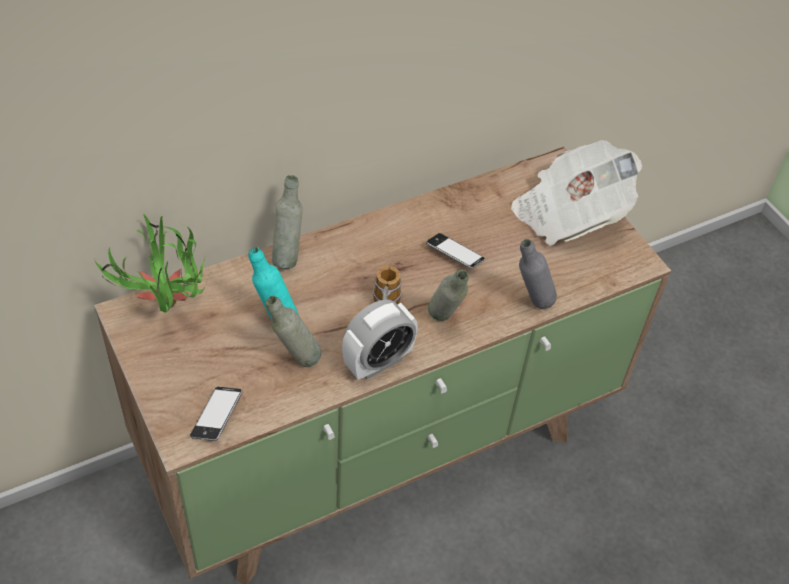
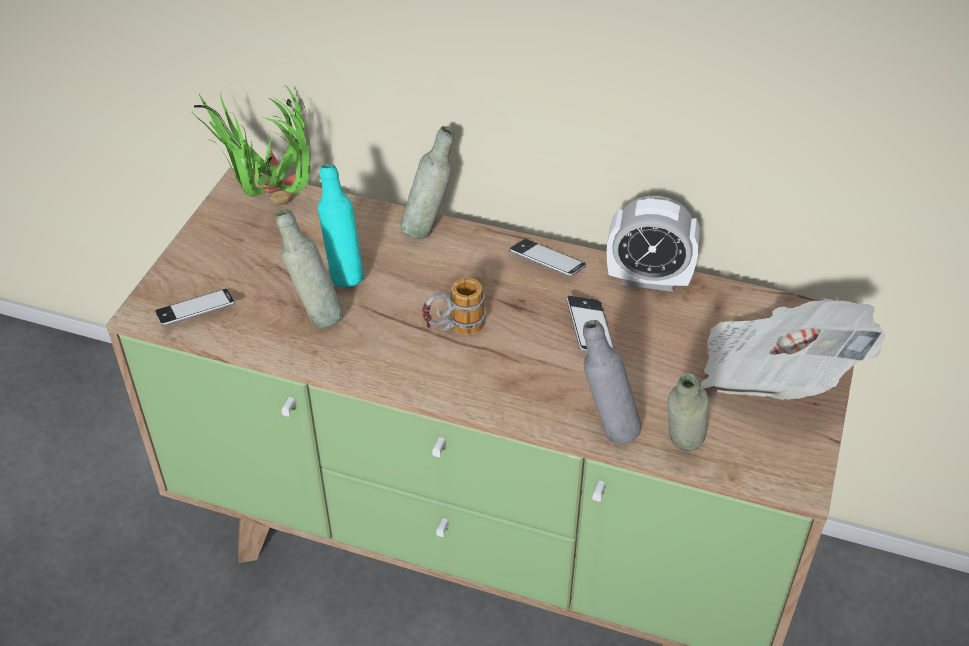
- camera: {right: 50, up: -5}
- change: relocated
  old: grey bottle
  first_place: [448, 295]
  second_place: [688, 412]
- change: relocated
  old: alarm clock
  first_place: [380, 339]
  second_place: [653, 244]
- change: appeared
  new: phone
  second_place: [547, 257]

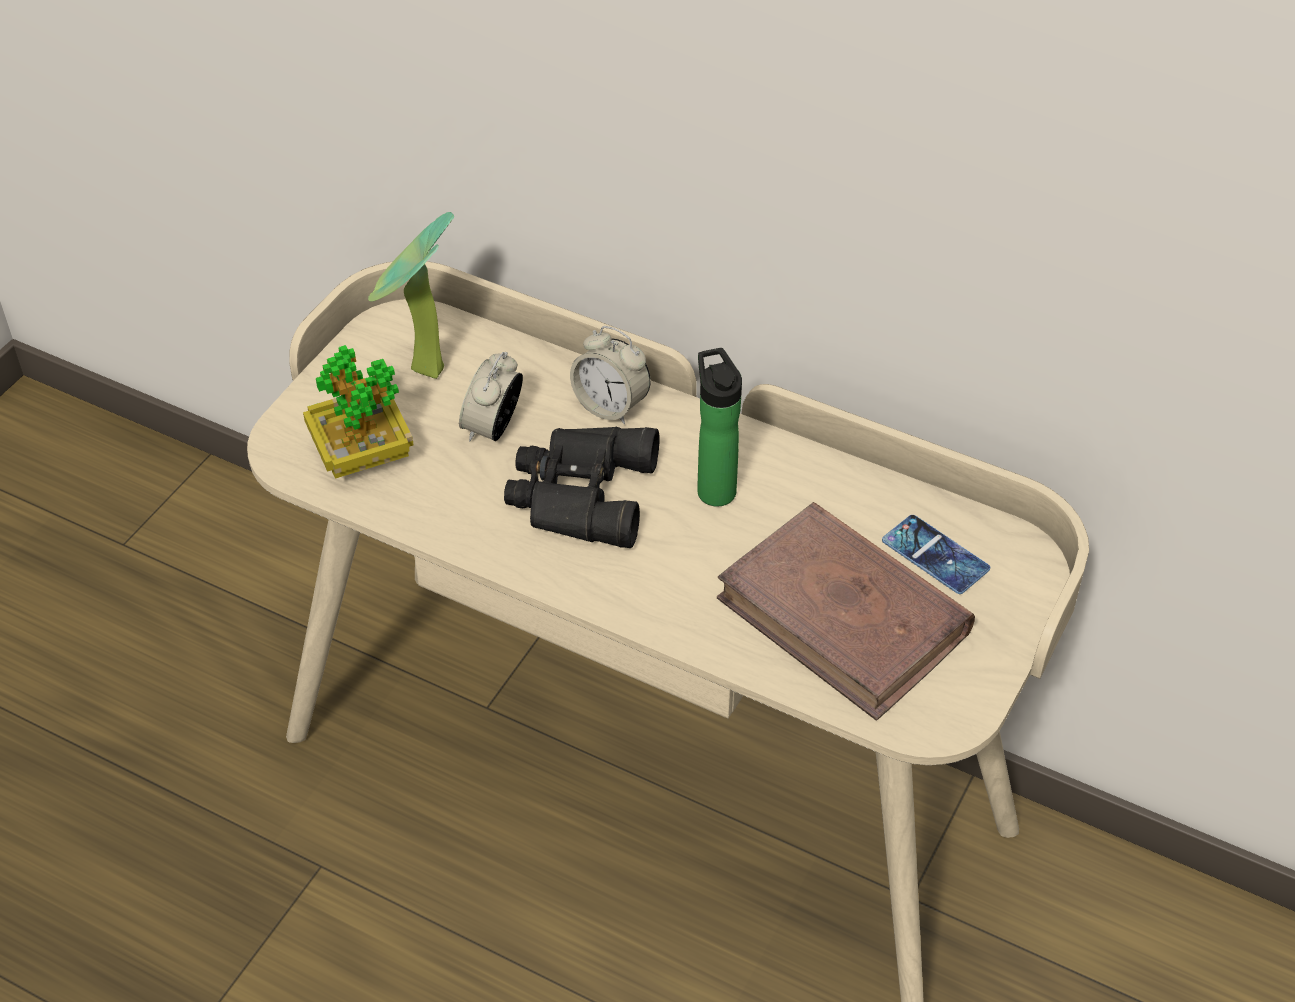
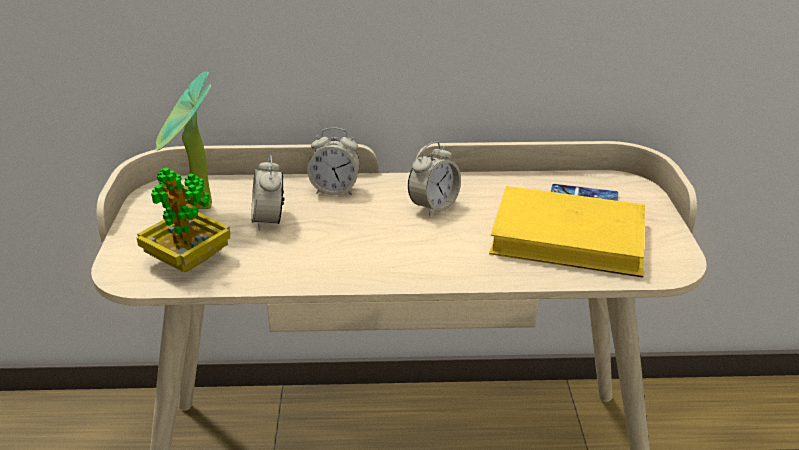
- camera: {right: -30, up: -15}
- change: exchanged
  old: bottle
  new: alarm clock
  first_place: [719, 427]
  second_place: [434, 179]
- change: missing
  old: black binoculars
  first_place: [581, 487]
- change: colour
  old: brown book
  new: yellow book
  first_place: [846, 611]
  second_place: [567, 232]

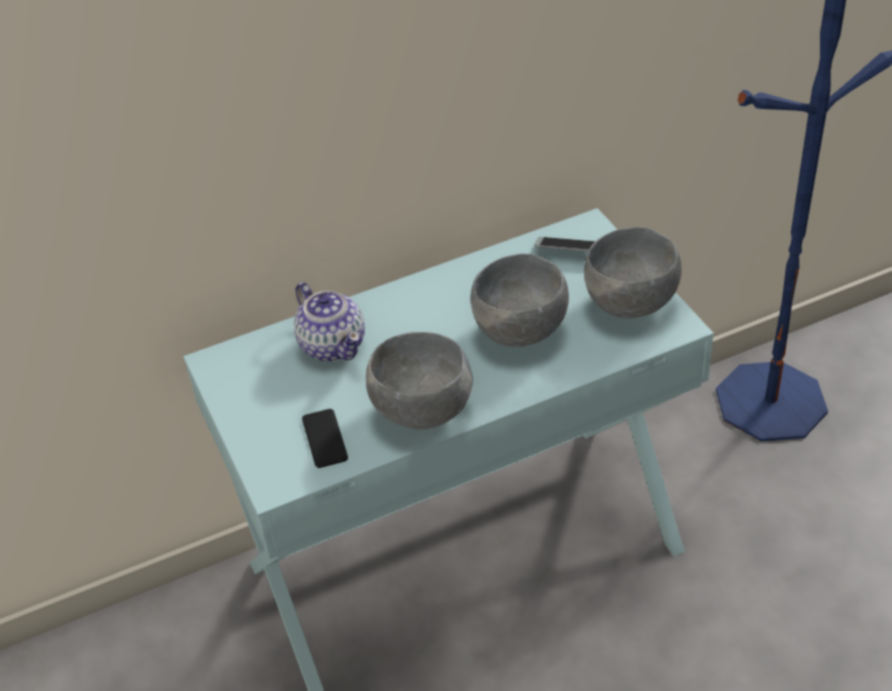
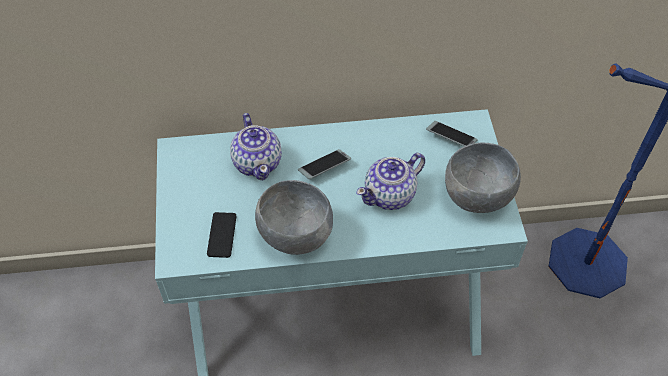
- camera: {right: 15, up: 10}
- change: exchanged
  old: grey bowl
  new: teapot
  first_place: [519, 300]
  second_place: [390, 181]
- change: appeared
  new: phone
  second_place: [324, 164]

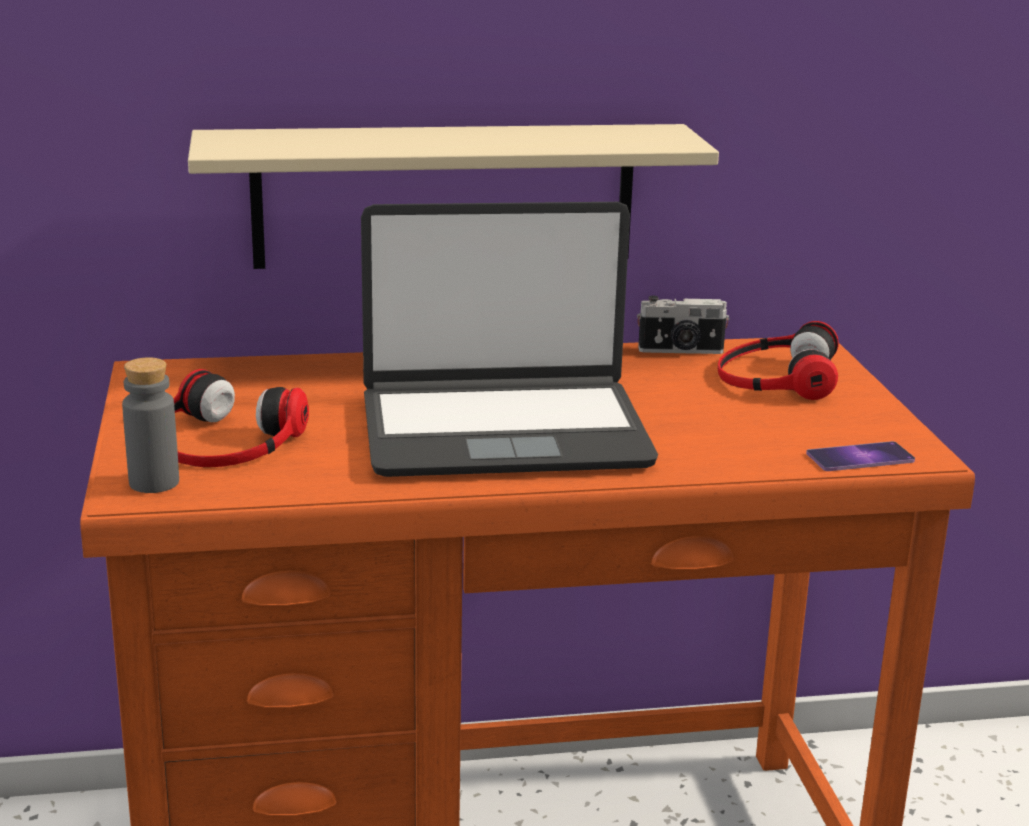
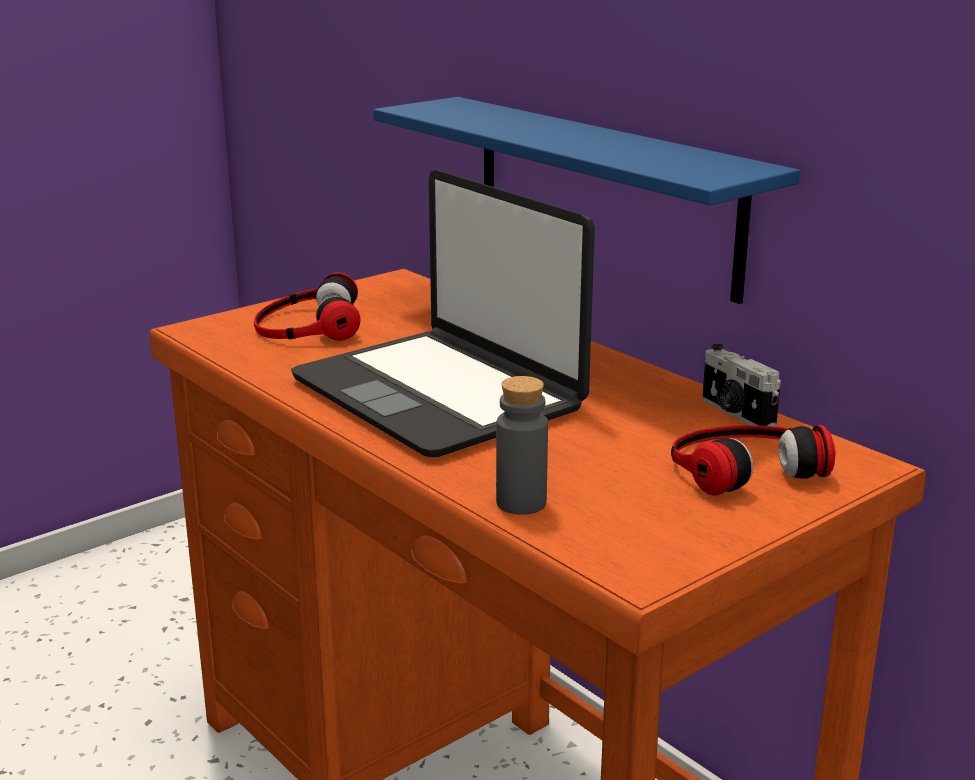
- camera: {right: 60, up: 0}
- change: colour
  old: beige shelf
  new: blue shelf
  first_place: [453, 196]
  second_place: [586, 200]
- change: relocated
  old: grey bottle
  first_place: [150, 425]
  second_place: [522, 445]
- change: missing
  old: phone
  first_place: [860, 456]

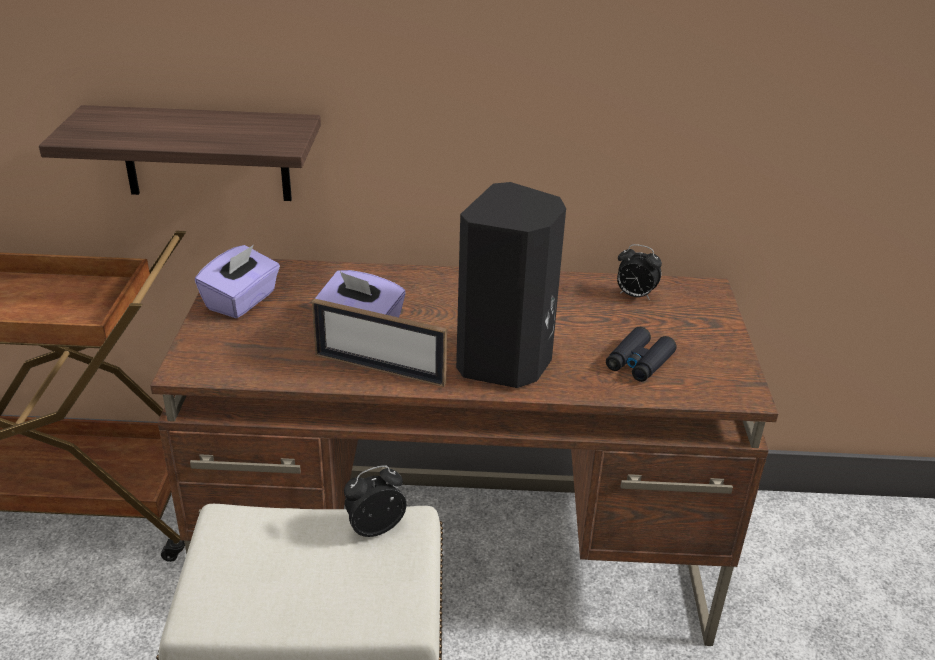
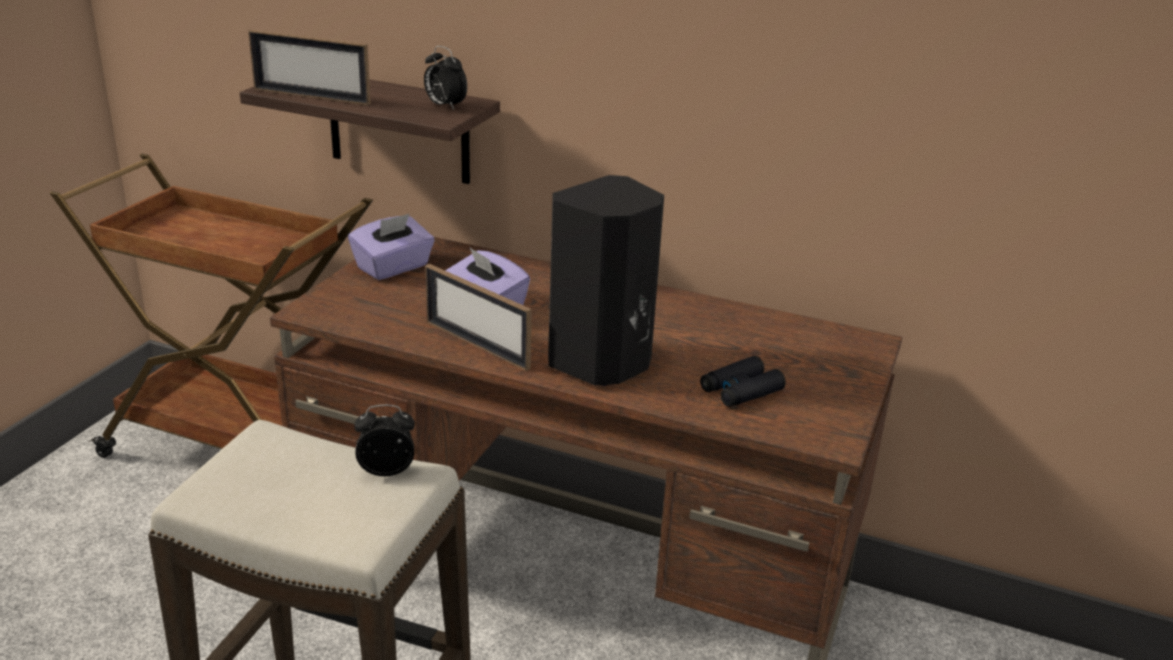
- camera: {right: 20, up: -5}
- change: relocated
  old: alarm clock
  first_place: [639, 272]
  second_place: [445, 78]
- change: appeared
  new: picture frame
  second_place: [309, 68]

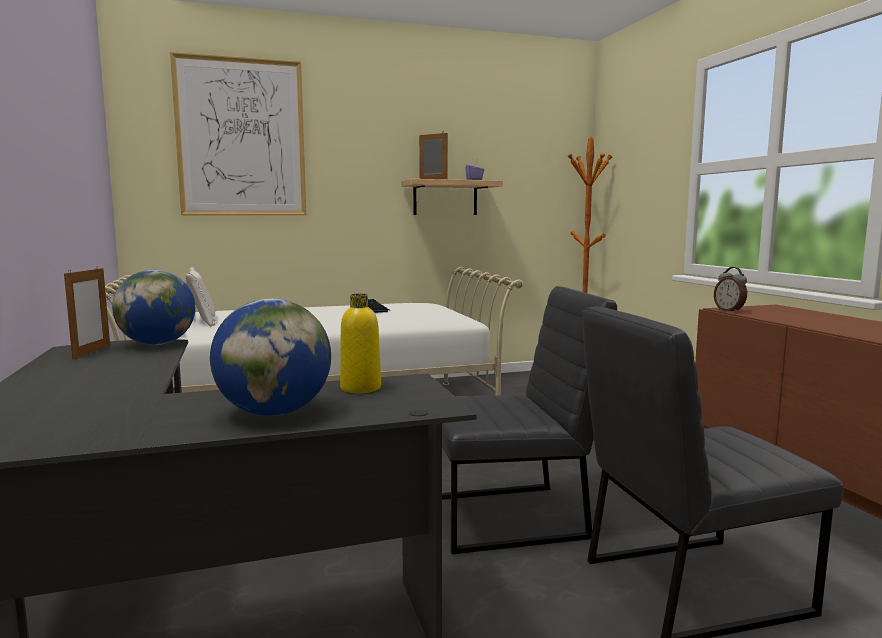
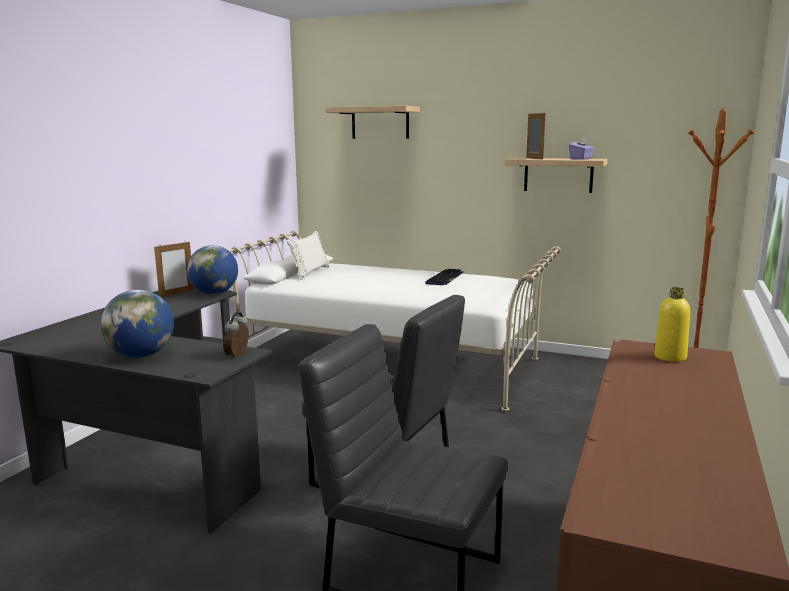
- camera: {right: 40, up: 5}
- change: exchanged
  old: picture
  new: shelf
  first_place: [238, 133]
  second_place: [372, 122]
- change: relocated
  old: alarm clock
  first_place: [730, 290]
  second_place: [236, 335]
- change: relocated
  old: yellow bottle
  first_place: [360, 343]
  second_place: [672, 324]

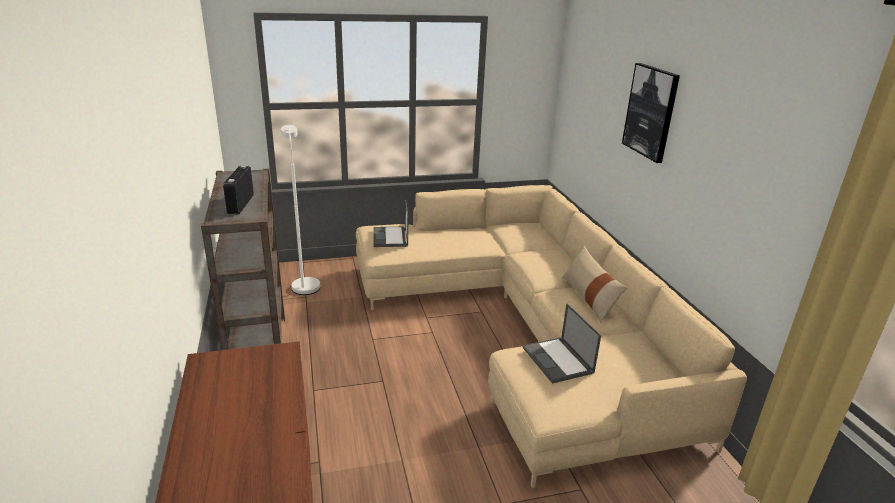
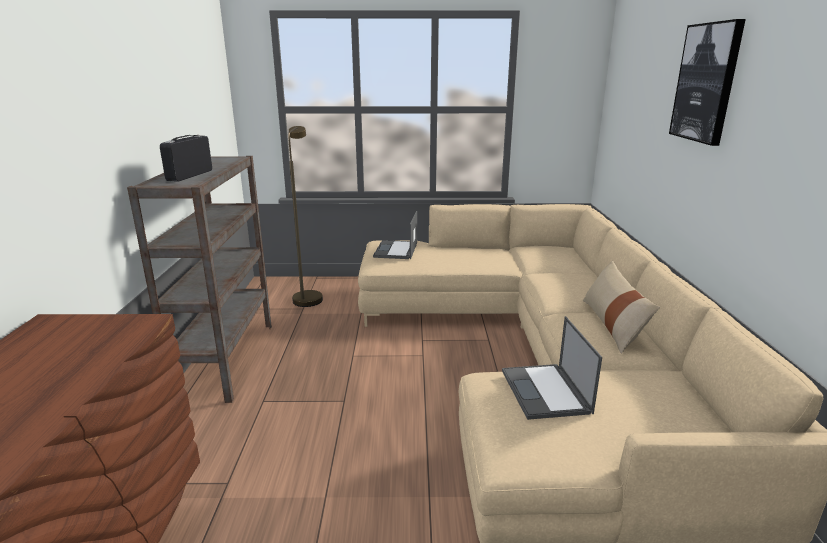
- camera: {right: 15, up: -5}
- change: colour
  old: white floor lamp
  new: brown floor lamp
  first_place: [301, 210]
  second_place: [305, 216]

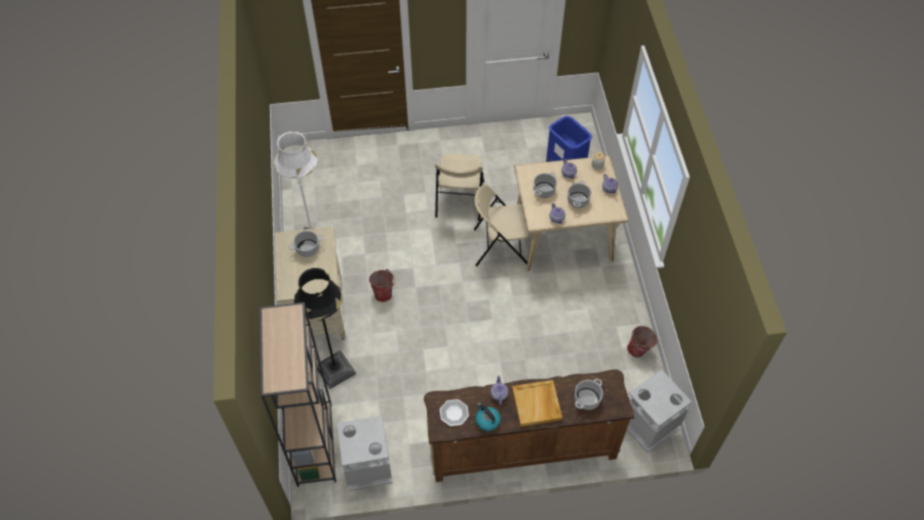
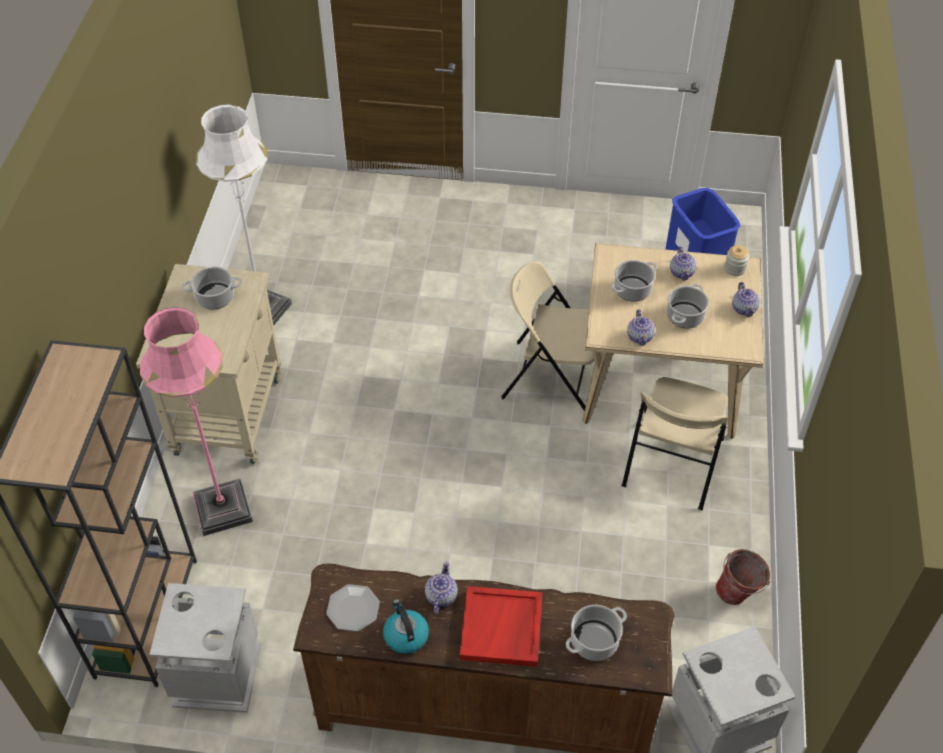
- camera: {right: 15, up: -5}
- change: relocated
  old: beige chair
  first_place: [459, 187]
  second_place: [674, 444]
- change: colour
  old: black floor lamp
  new: pink floor lamp
  first_place: [325, 328]
  second_place: [196, 421]
- change: missing
  old: bucket
  first_place: [382, 285]
- change: colour
  old: beige tray
  new: red tray
  first_place: [537, 403]
  second_place: [501, 626]

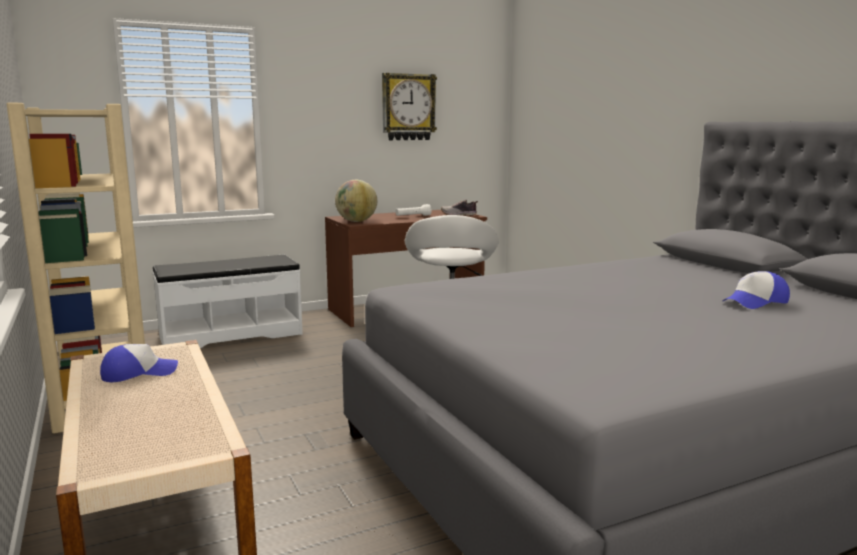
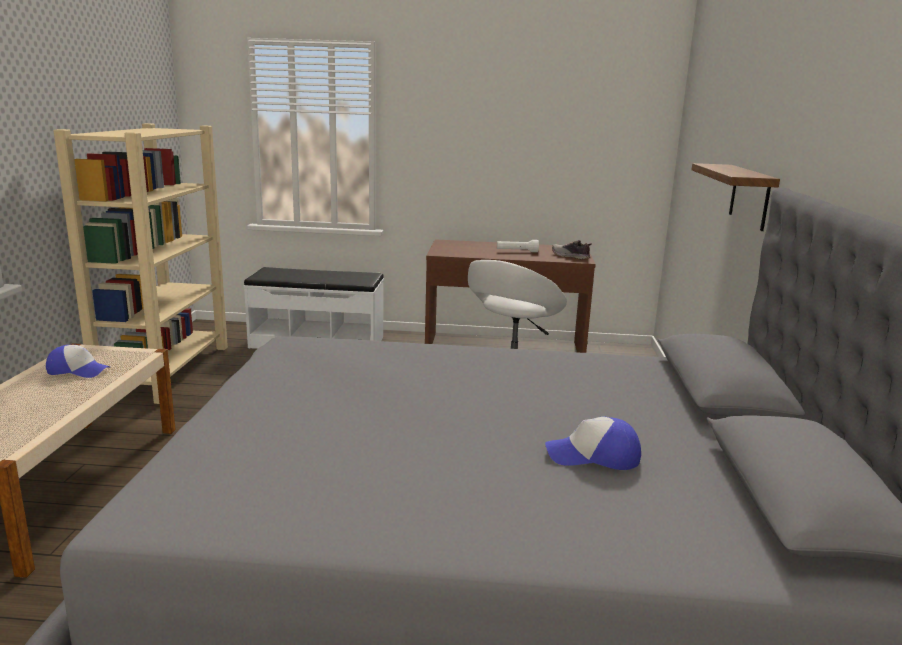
- camera: {right: 30, up: 5}
- change: missing
  old: wall clock
  first_place: [409, 106]
- change: missing
  old: globe
  first_place: [356, 201]
- change: appeared
  new: shelf
  second_place: [736, 197]

